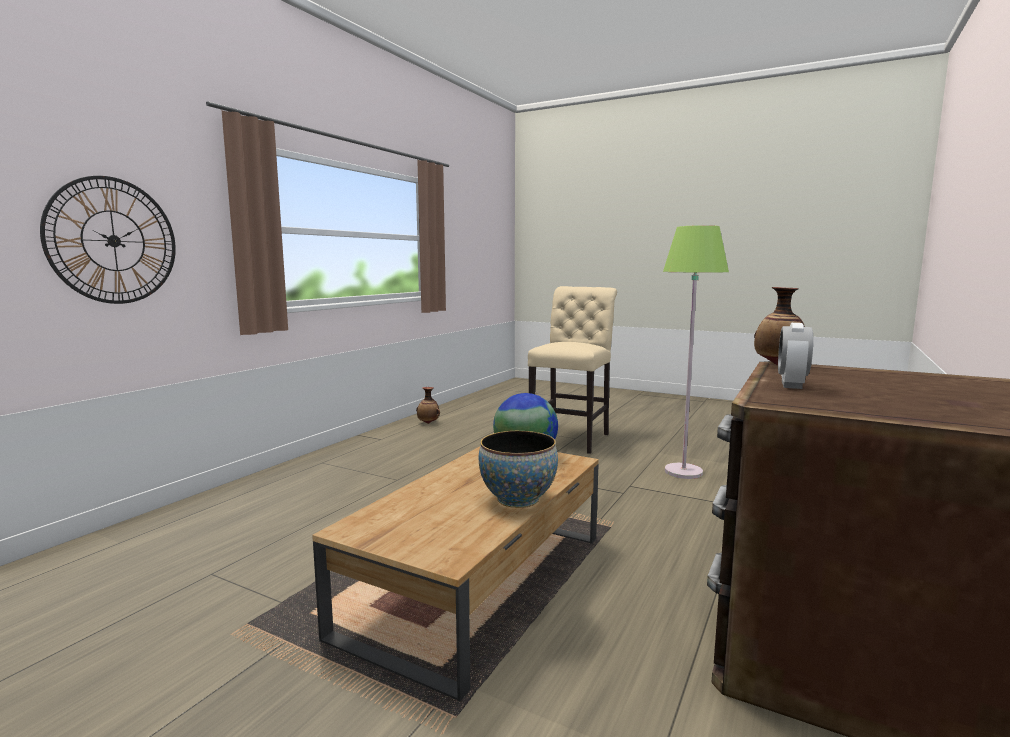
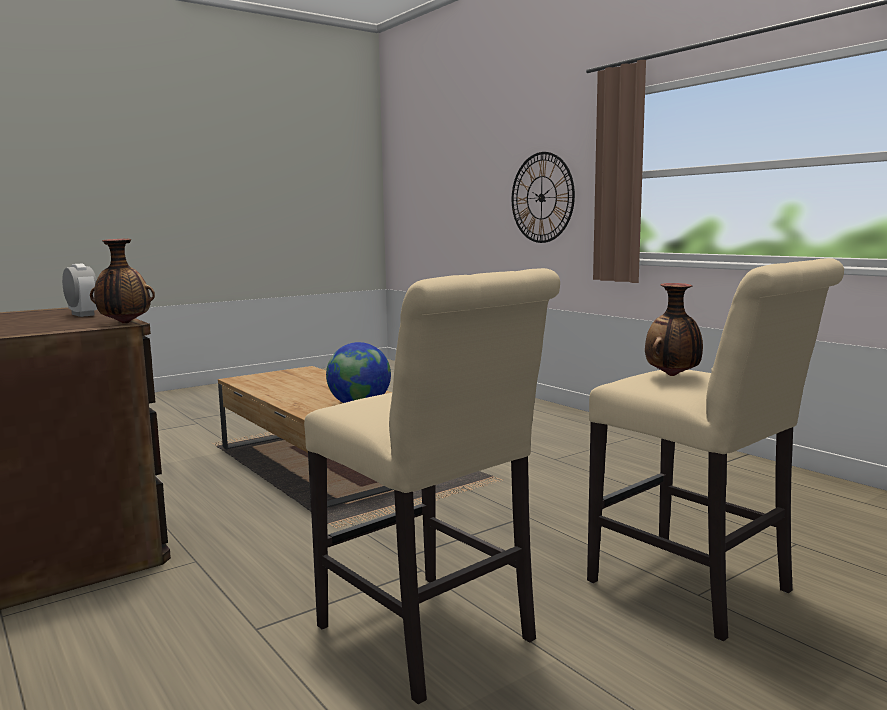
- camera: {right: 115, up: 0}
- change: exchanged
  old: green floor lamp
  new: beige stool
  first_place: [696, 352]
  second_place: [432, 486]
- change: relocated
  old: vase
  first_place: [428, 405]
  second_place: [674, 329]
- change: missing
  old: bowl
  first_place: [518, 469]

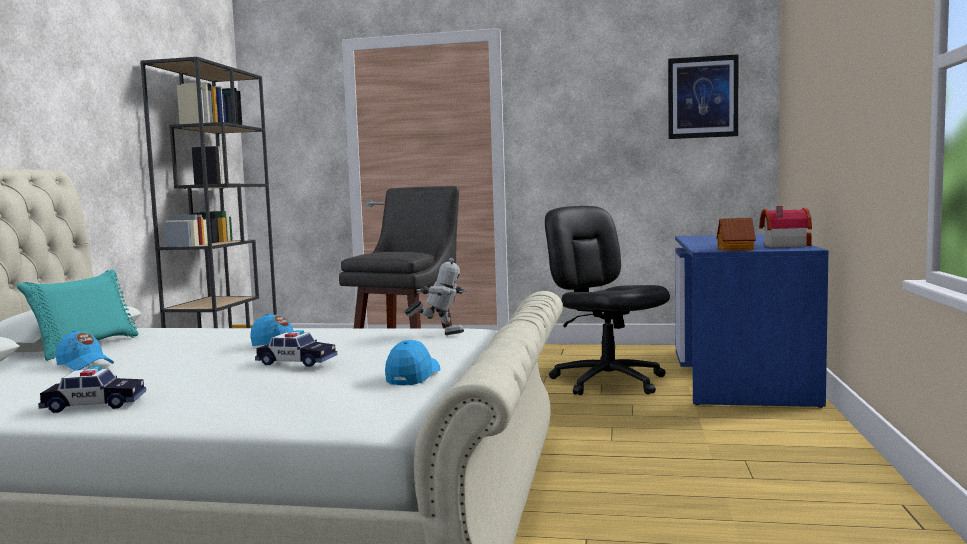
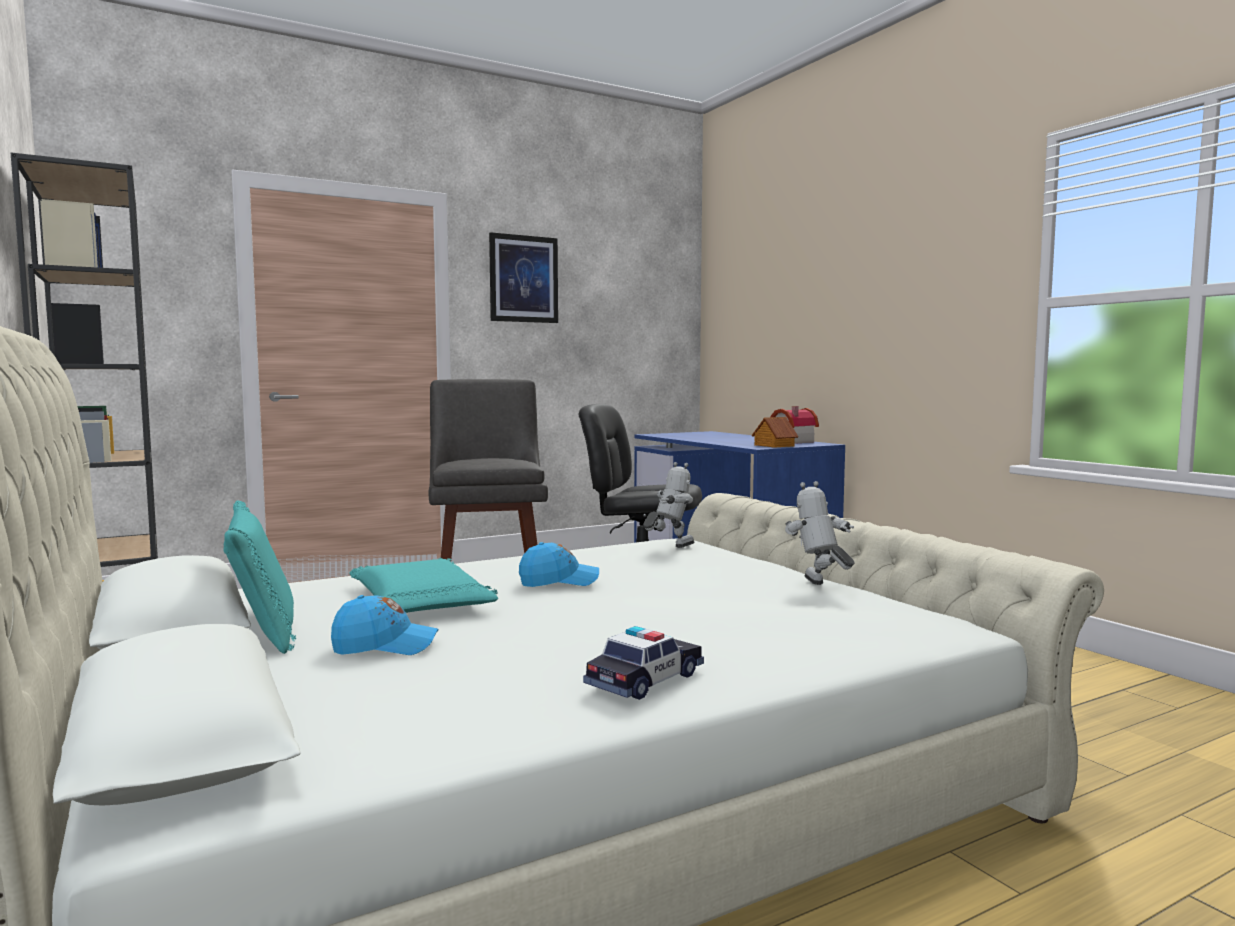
- camera: {right: -40, up: 0}
- change: relocated
  old: picture
  first_place: [703, 96]
  second_place: [523, 277]
- change: missing
  old: toy car
  first_place: [296, 348]
- change: exchanged
  old: blue cap
  new: toy robot
  first_place: [412, 362]
  second_place: [820, 533]
- change: appeared
  new: turquoise pillow
  second_place: [423, 585]

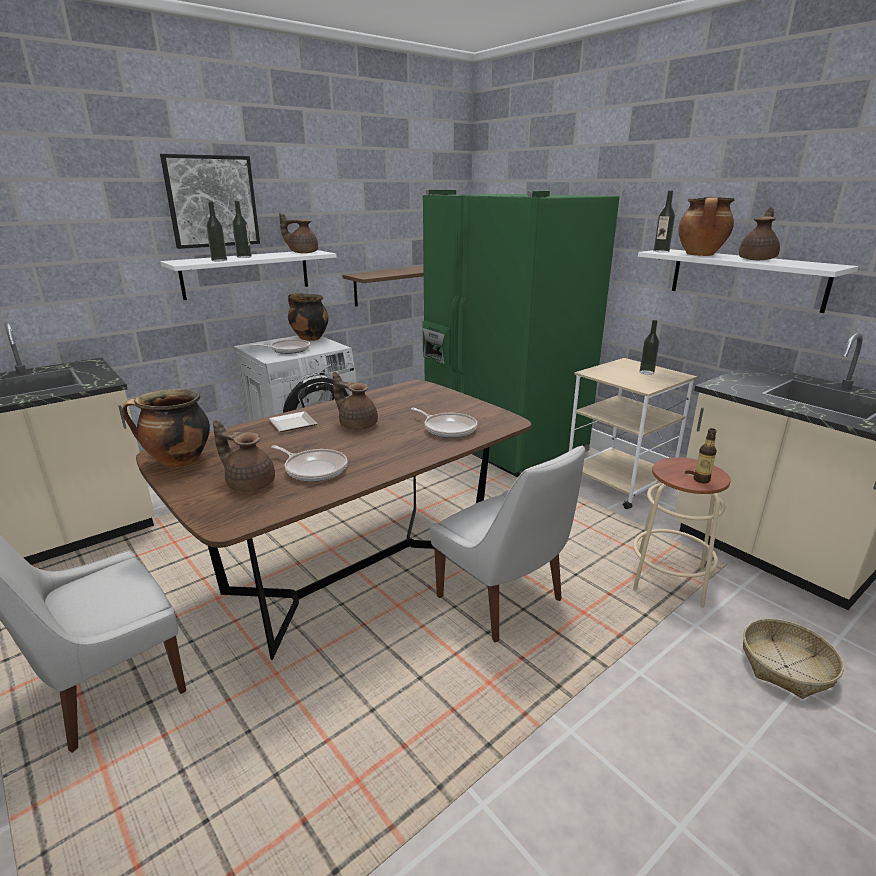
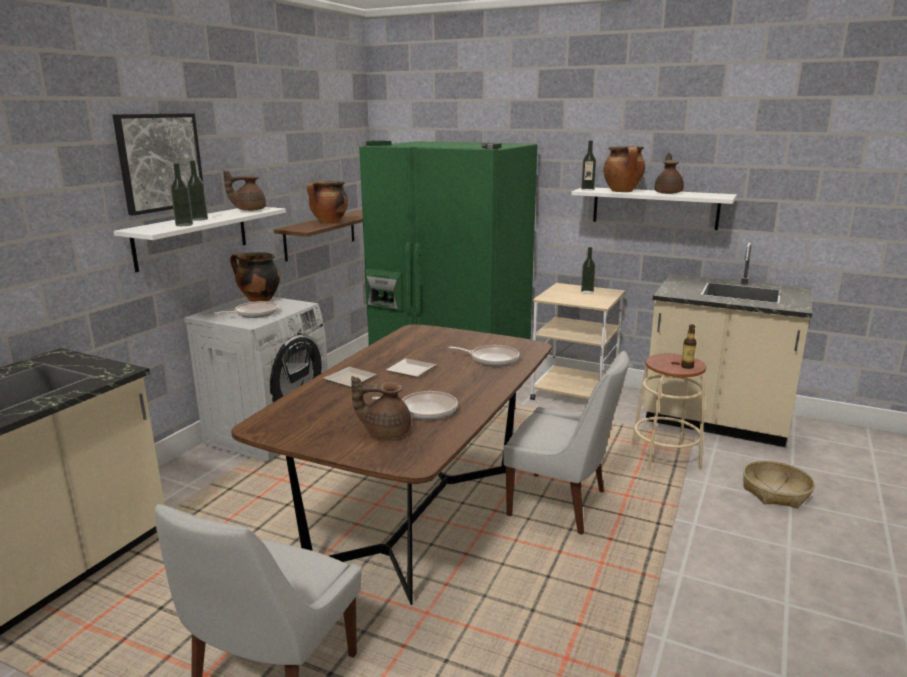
- camera: {right: -25, up: -5}
- change: exchanged
  old: brown teapot
  new: plate
  first_place: [355, 401]
  second_place: [411, 367]
- change: relocated
  old: cooking pot
  first_place: [166, 428]
  second_place: [327, 202]

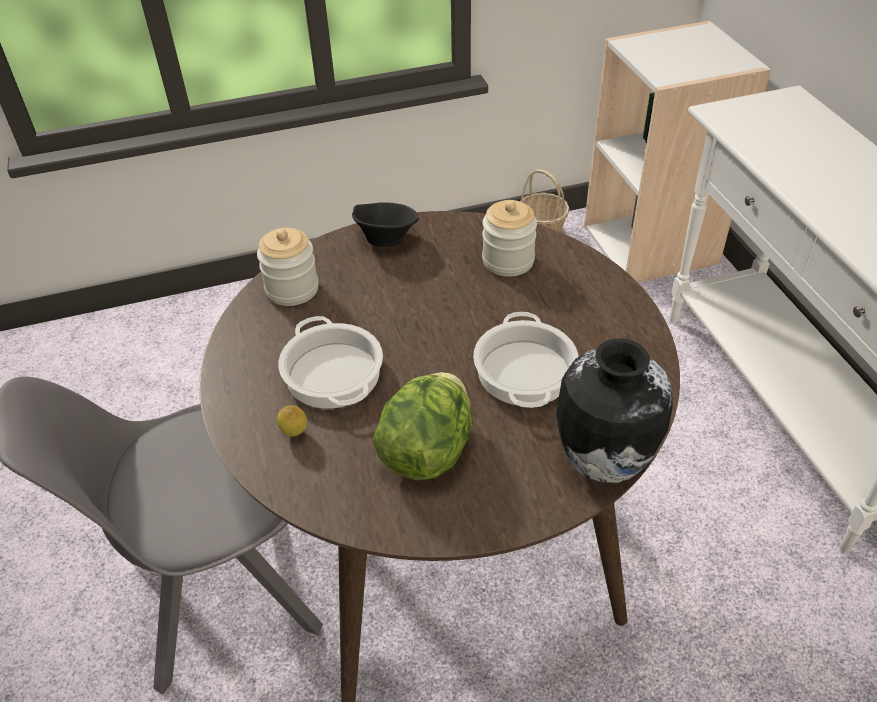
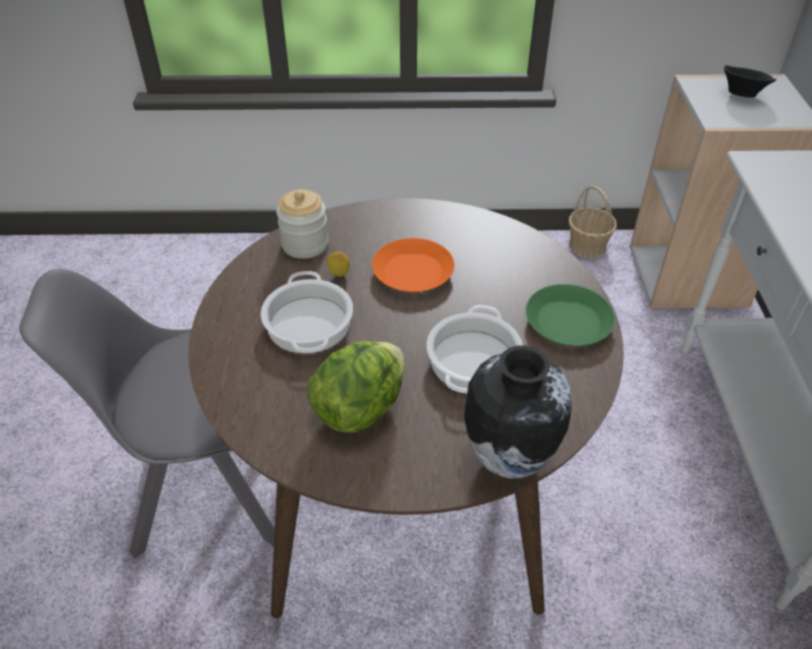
- camera: {right: 15, up: 0}
- change: missing
  old: jar
  first_place: [509, 238]
- change: relocated
  old: black bowl
  first_place: [385, 224]
  second_place: [750, 81]
- change: relocated
  old: lemon
  first_place: [292, 420]
  second_place: [338, 264]
- change: appeared
  new: orange plate
  second_place: [413, 265]
- change: appeared
  new: green plate
  second_place: [570, 315]

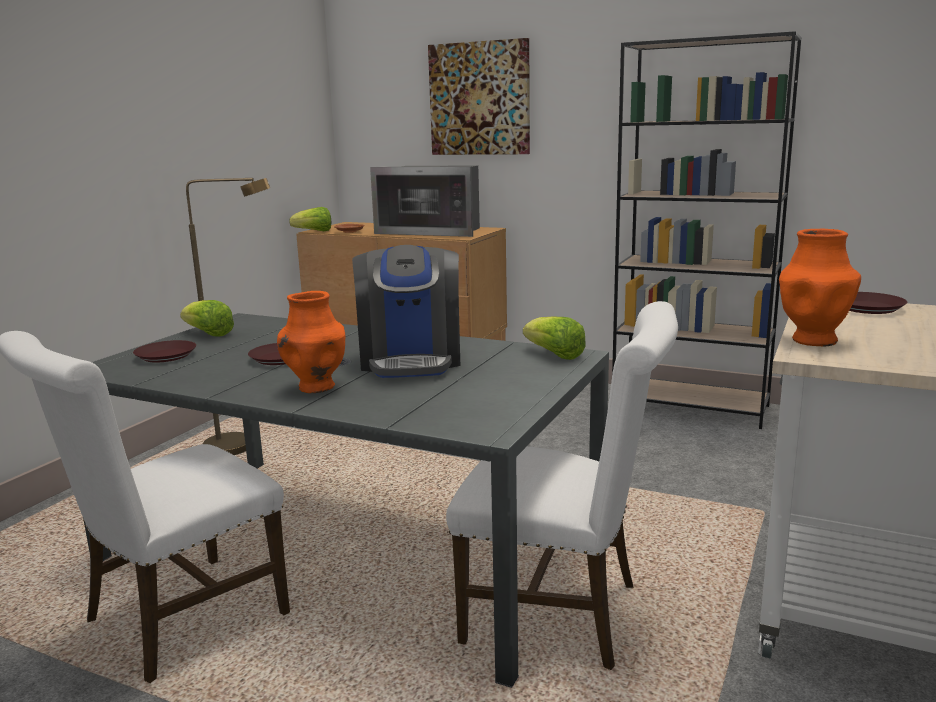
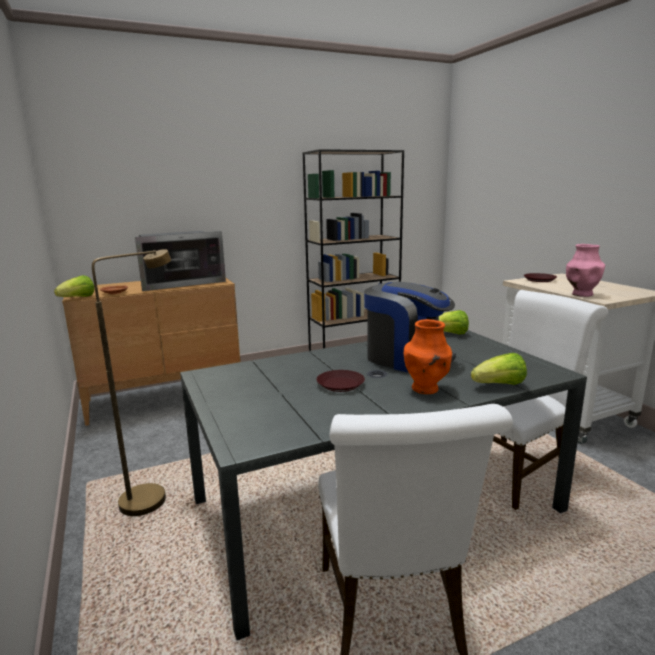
- camera: {right: -50, up: 0}
- change: missing
  old: picture
  first_place: [479, 96]
- change: colour
  old: orange vase
  new: pink vase
  first_place: [820, 287]
  second_place: [585, 270]
- change: relocated
  old: lettuce
  first_place: [207, 318]
  second_place: [499, 369]
- change: missing
  old: brown plate
  first_place: [164, 351]

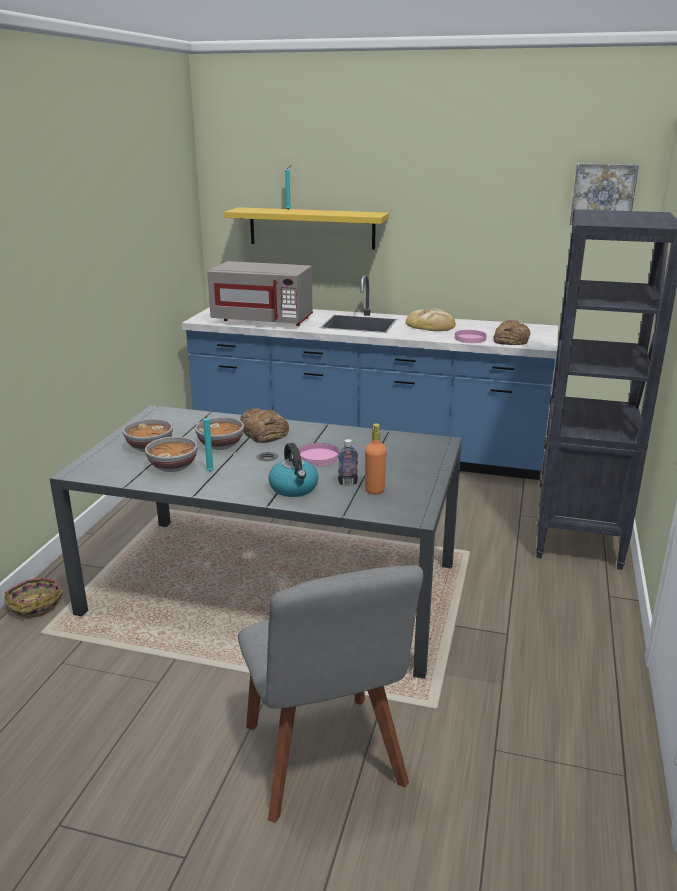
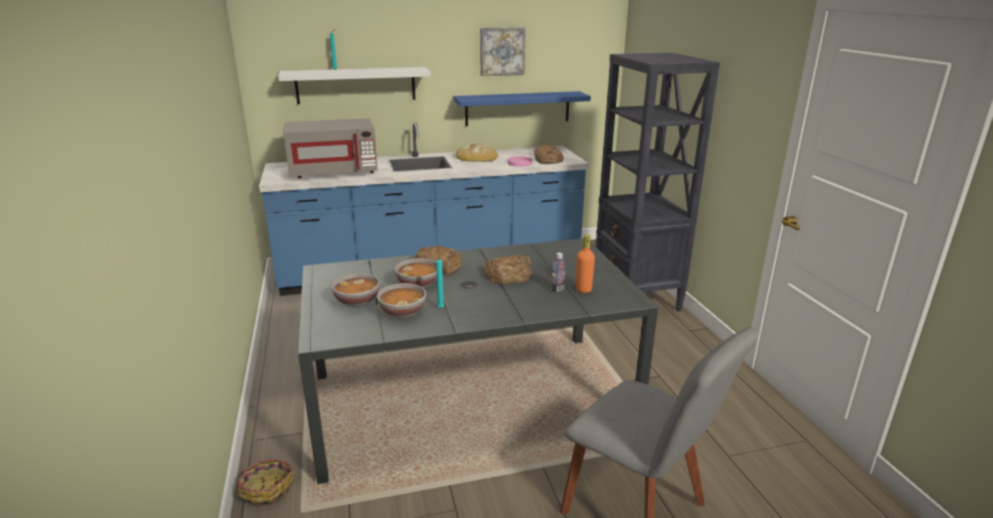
- camera: {right: -30, up: 0}
- change: relocated
  old: picture
  first_place: [604, 194]
  second_place: [502, 52]
- change: colour
  old: yellow shelf
  new: white shelf
  first_place: [306, 228]
  second_place: [354, 85]
- change: missing
  old: kettle
  first_place: [293, 470]
- change: exchanged
  old: pink plate
  new: bread
  first_place: [318, 454]
  second_place: [507, 270]
- change: appeared
  new: blue shelf
  second_place: [522, 108]

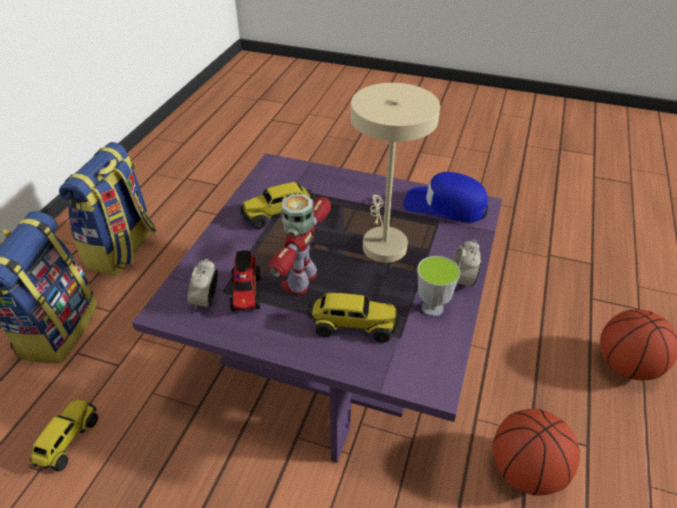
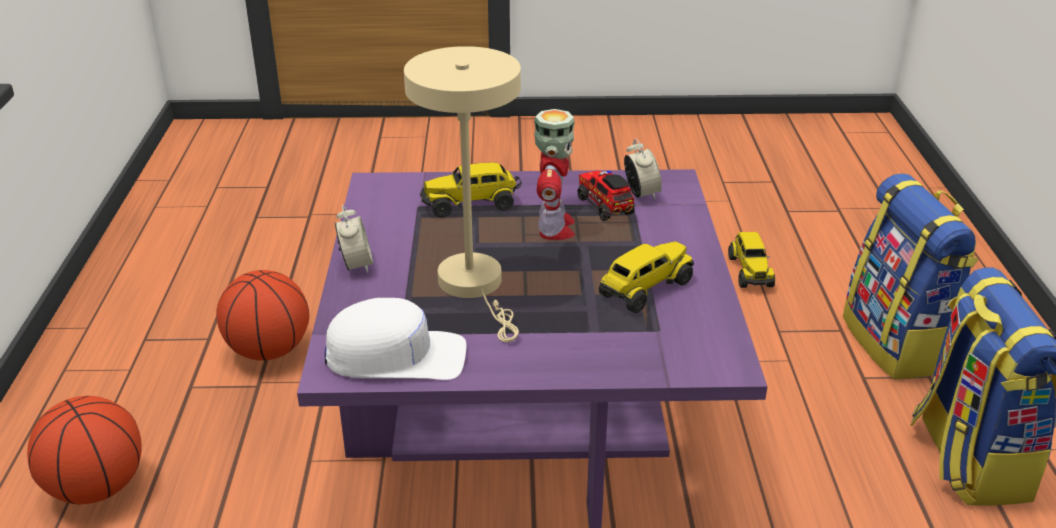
- camera: {right: 160, up: -10}
- change: colour
  old: blue cap
  new: white cap
  first_place: [445, 197]
  second_place: [396, 339]
- change: missing
  old: cup
  first_place: [438, 286]

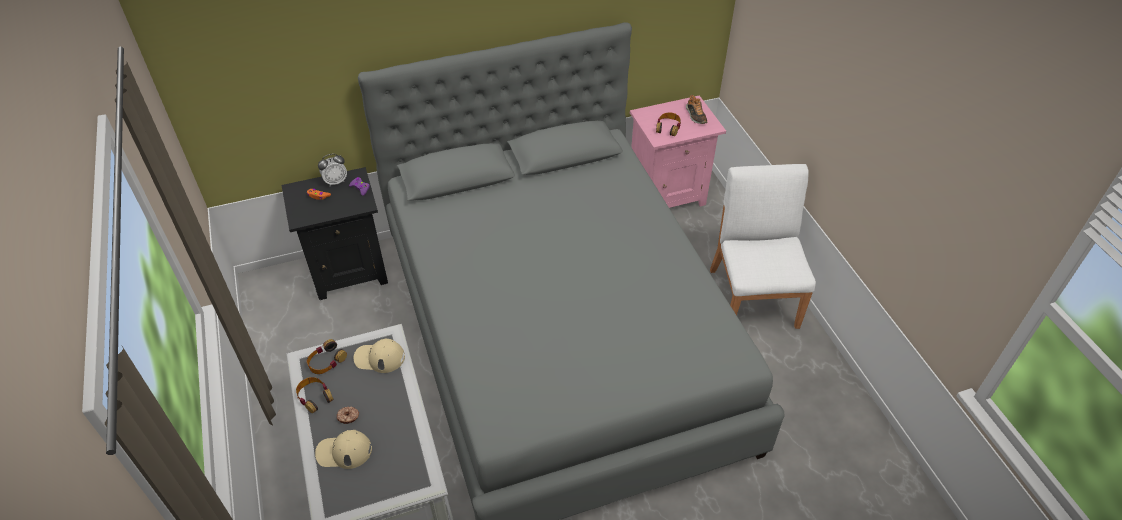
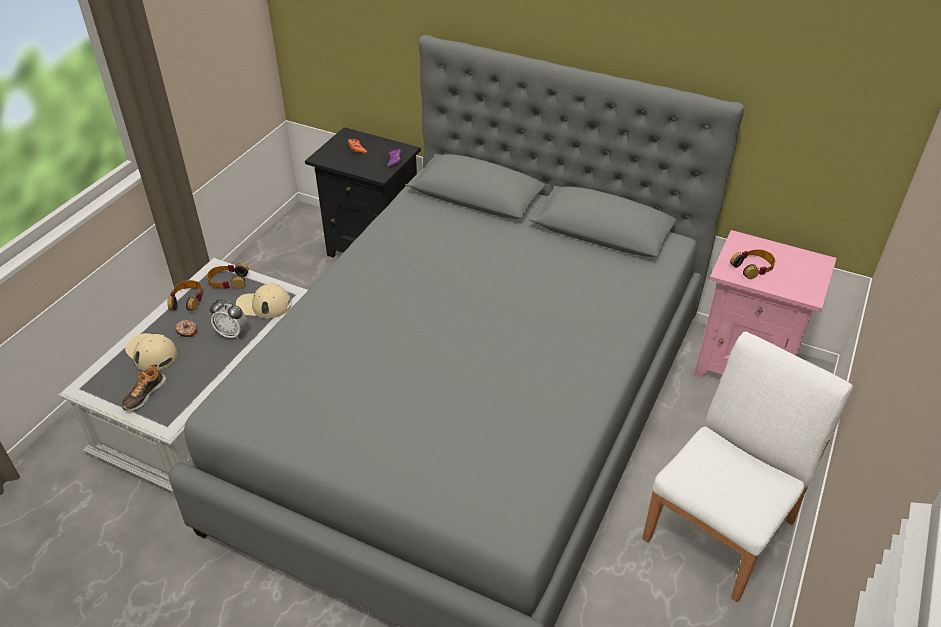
- camera: {right: 45, up: -5}
- change: relocated
  old: shoe
  first_place: [696, 109]
  second_place: [144, 387]
- change: relocated
  old: alarm clock
  first_place: [332, 170]
  second_place: [228, 319]
- change: spun
  old: beige cap
  first_place: [379, 356]
  second_place: [264, 301]
  degrees: -45

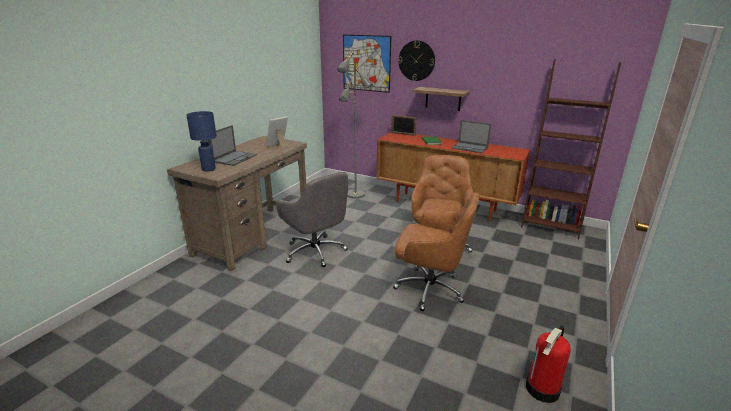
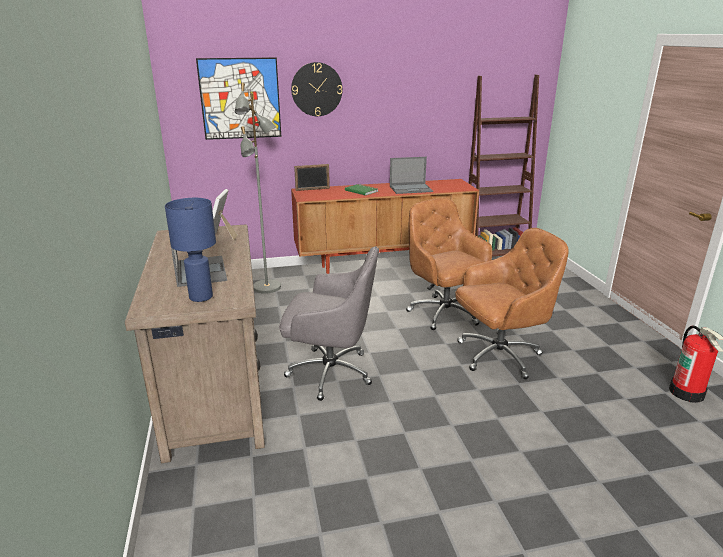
- camera: {right: -40, up: 0}
- change: missing
  old: shelf
  first_place: [441, 99]

